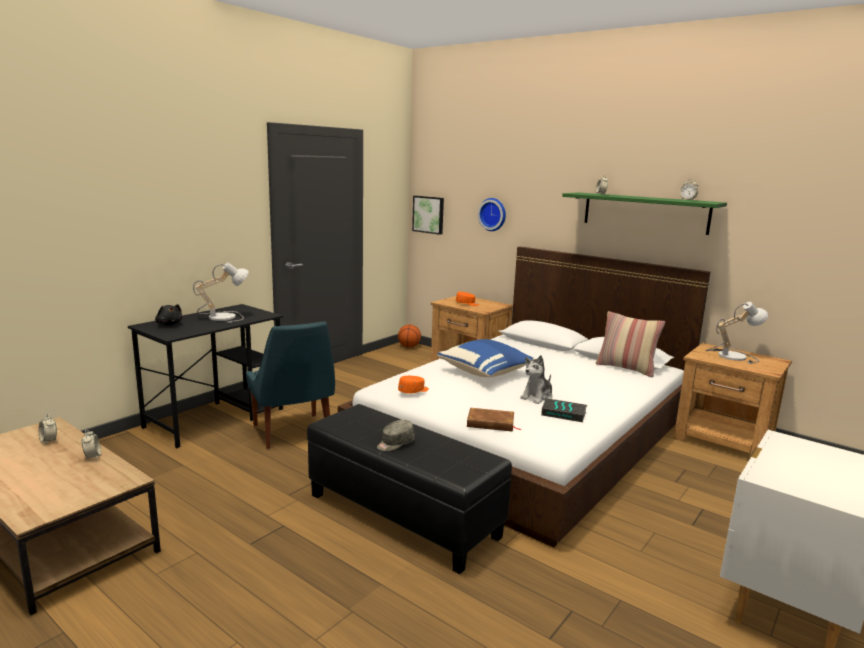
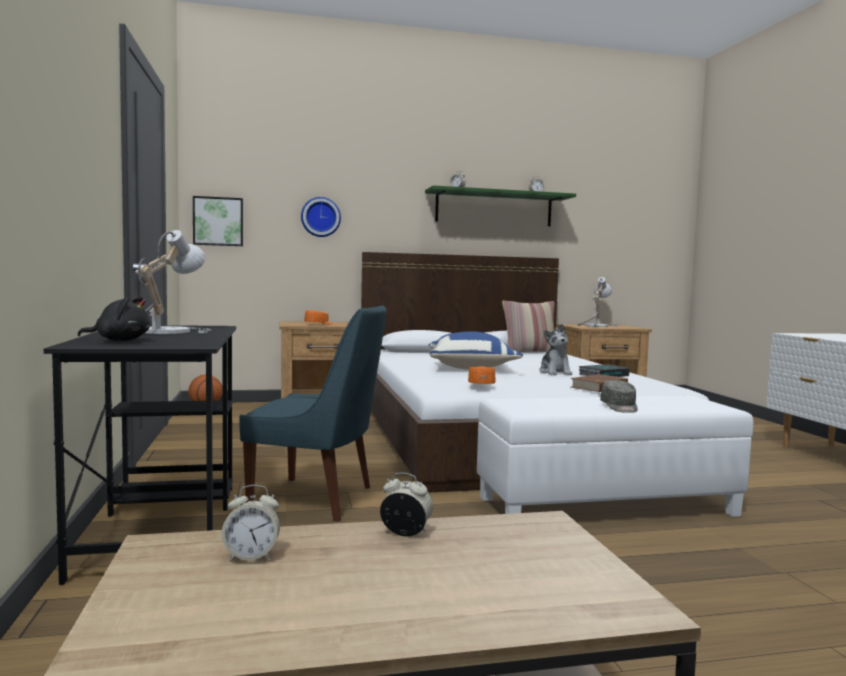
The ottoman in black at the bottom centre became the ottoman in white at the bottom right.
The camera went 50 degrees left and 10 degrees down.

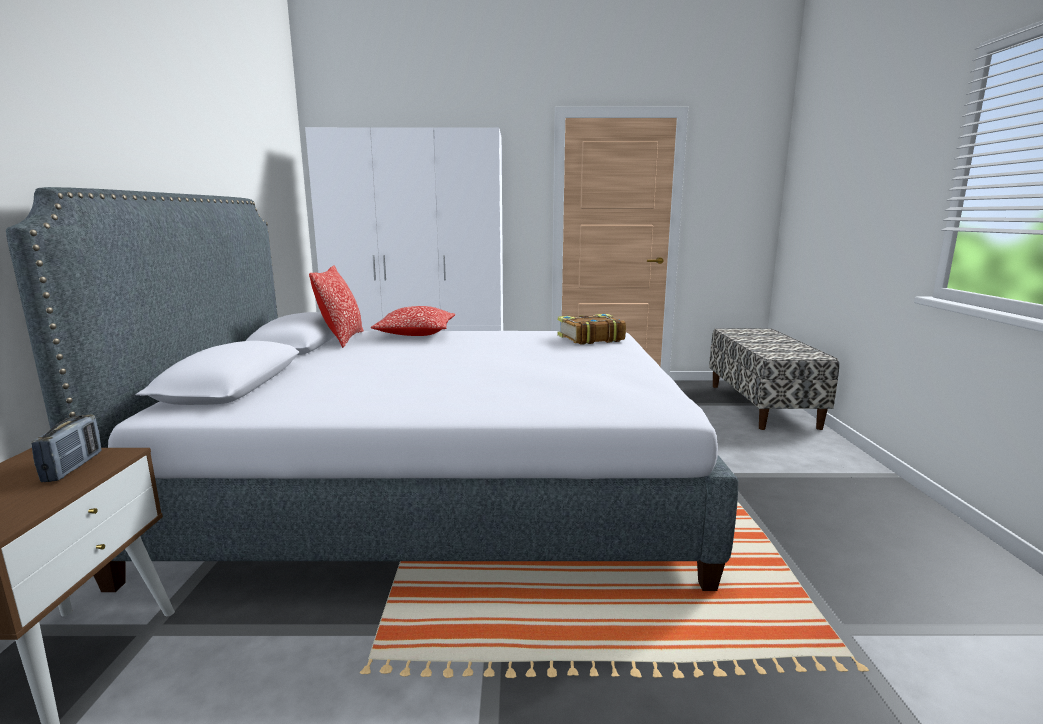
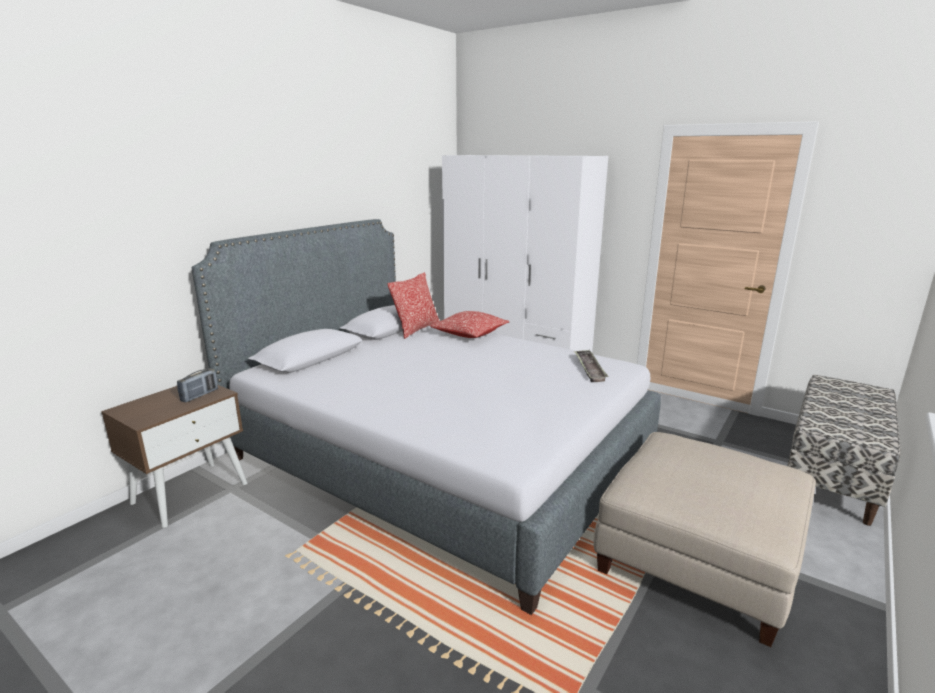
The book at the centre was replaced by the tray at the centre.
The ottoman in beige at the bottom right appeared.
The camera went 35 degrees right and 5 degrees up.

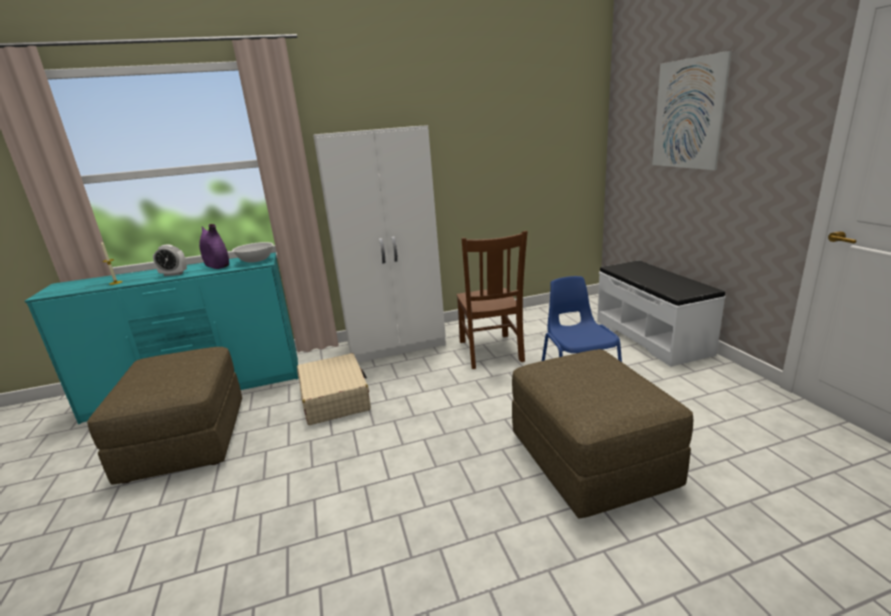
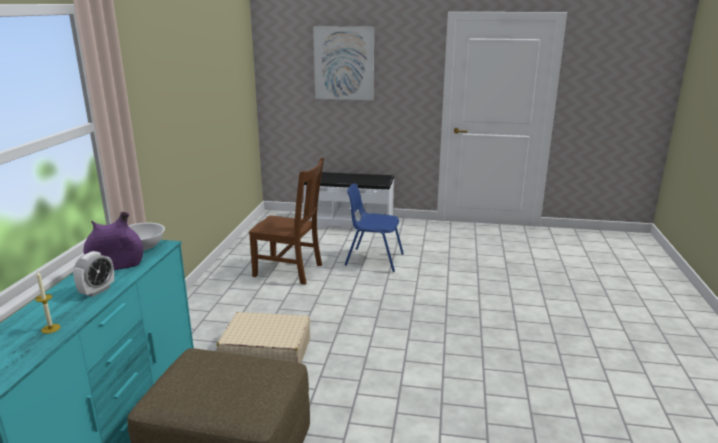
The wardrobe in white at the centre disappeared.
The ottoman in brown (no. 2 from left) at the bottom right disappeared.
The camera went 65 degrees left and 0 degrees up.

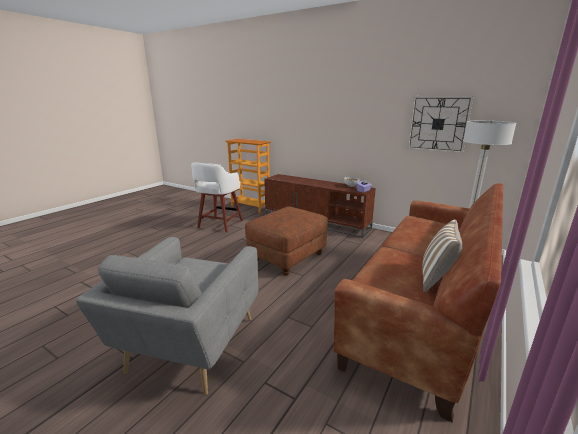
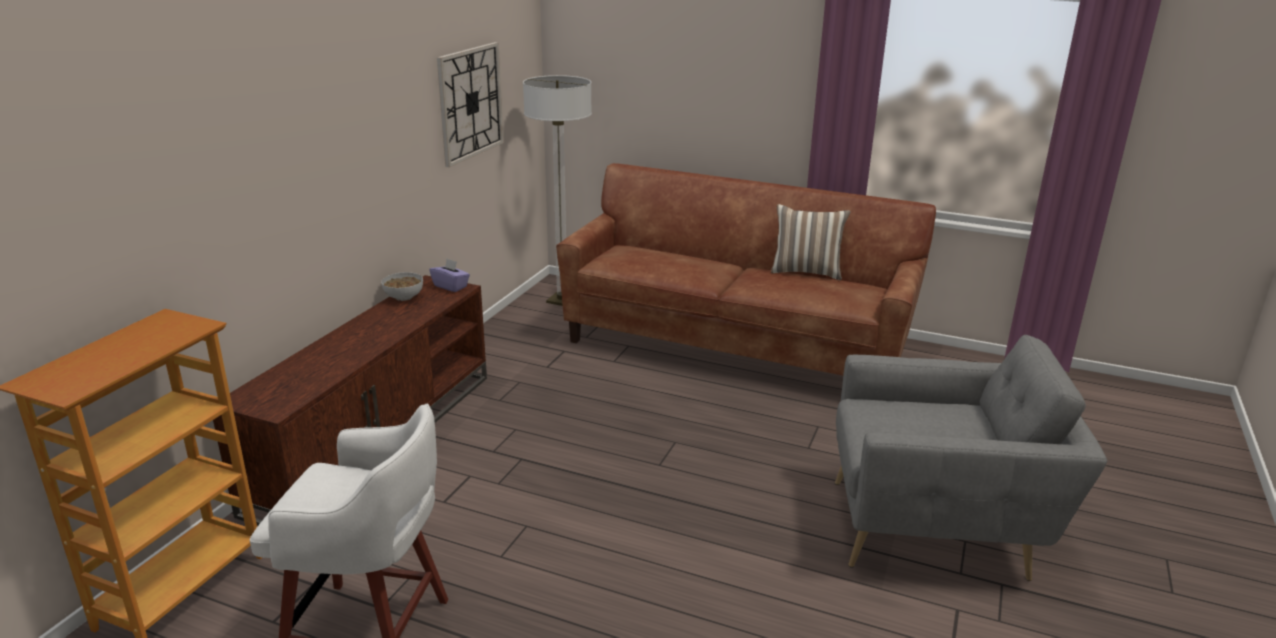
The ottoman in brown at the centre disappeared.
The camera went 100 degrees left and 5 degrees up.

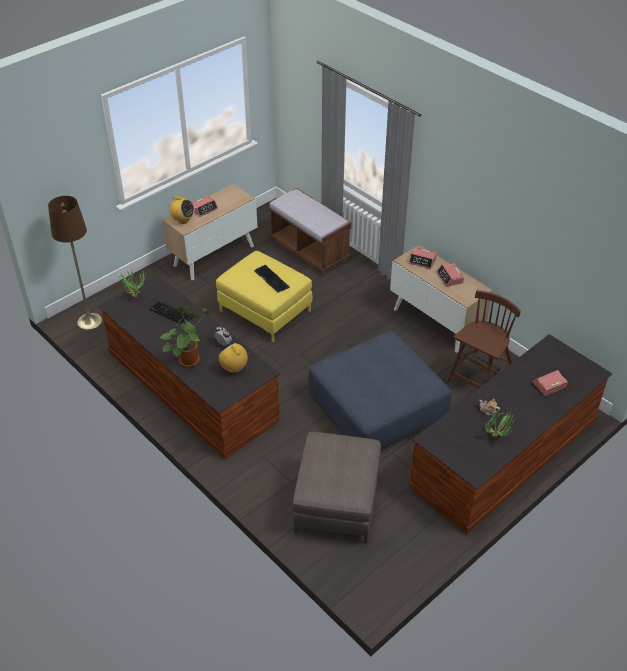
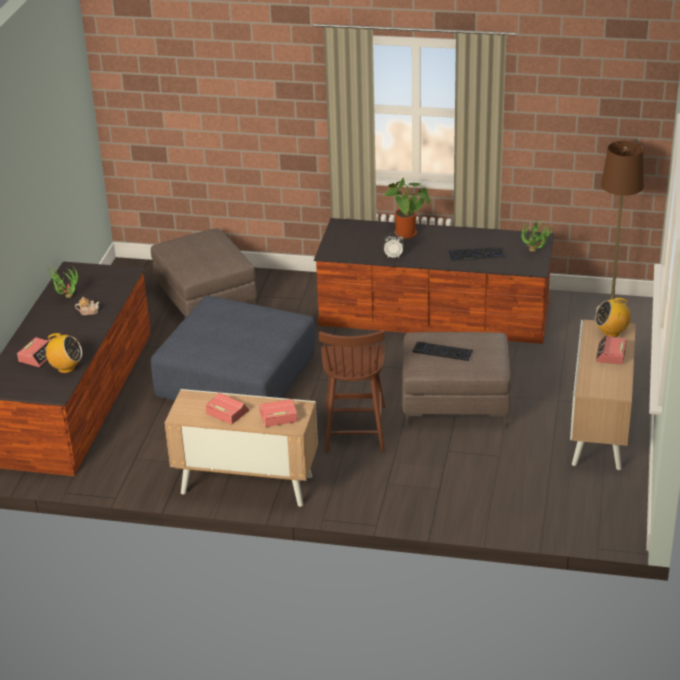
The bench in brown at the centre disappeared.
The ottoman in yellow at the centre became the ottoman in brown (no. 2 from left) at the middle right.
The chair in brown moved from the middle right to the centre.
The radio (no. 2 from left in the first image) moved from the centre to the middle left.
The camera went 145 degrees right and 10 degrees down.

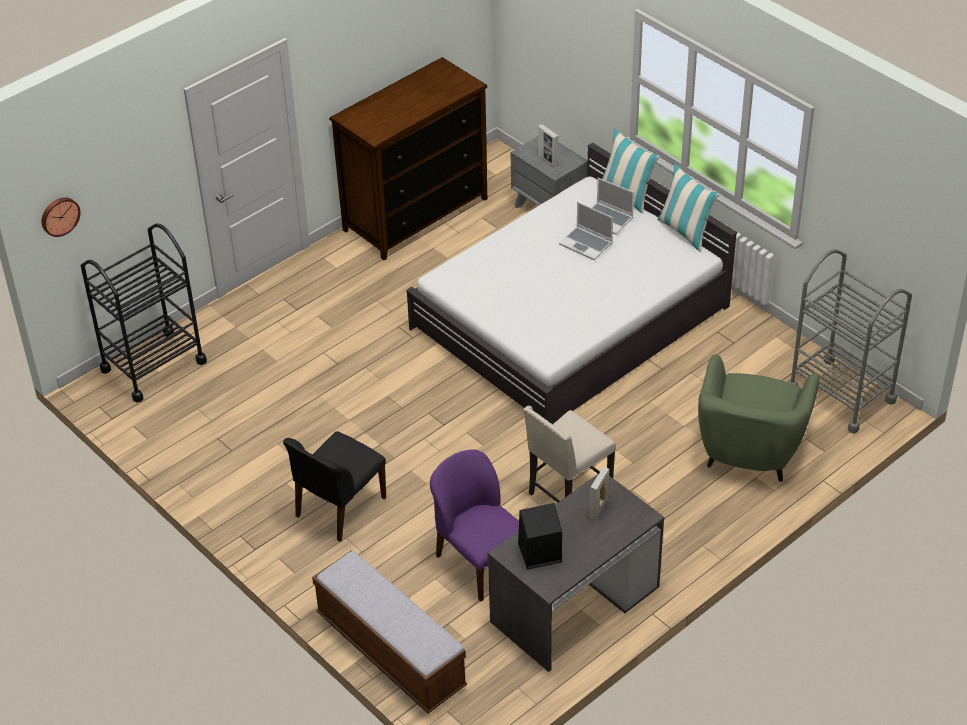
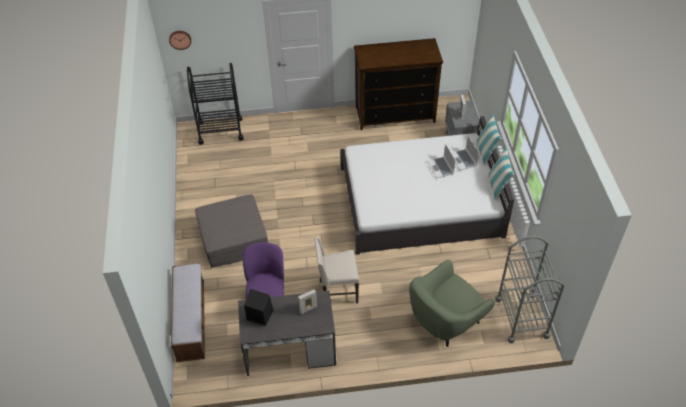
The chair in black at the bottom centre was replaced by the ottoman in grey at the centre.
The camera went 35 degrees right and 5 degrees up.

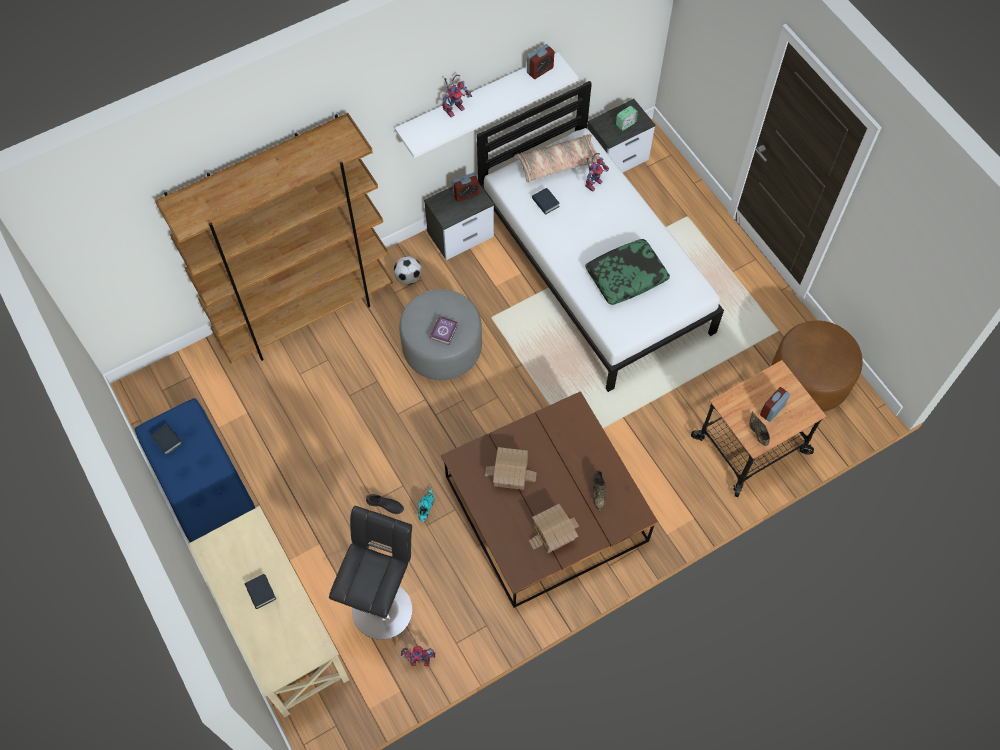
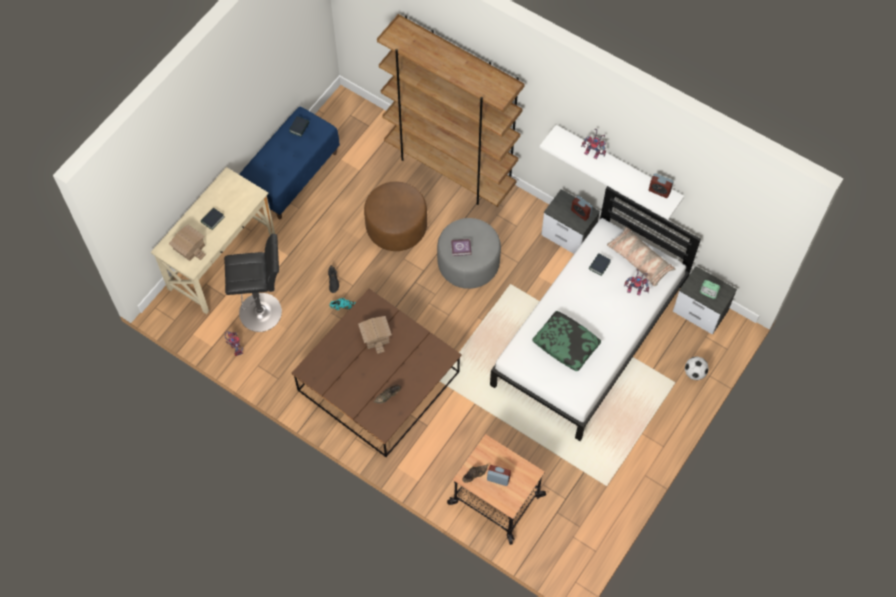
The football moved from the centre to the middle right.
The ottoman in brown moved from the middle right to the centre.
The toy house (no. 2 from left in the first image) moved from the bottom centre to the middle left.
The camera went 65 degrees right and 0 degrees up.

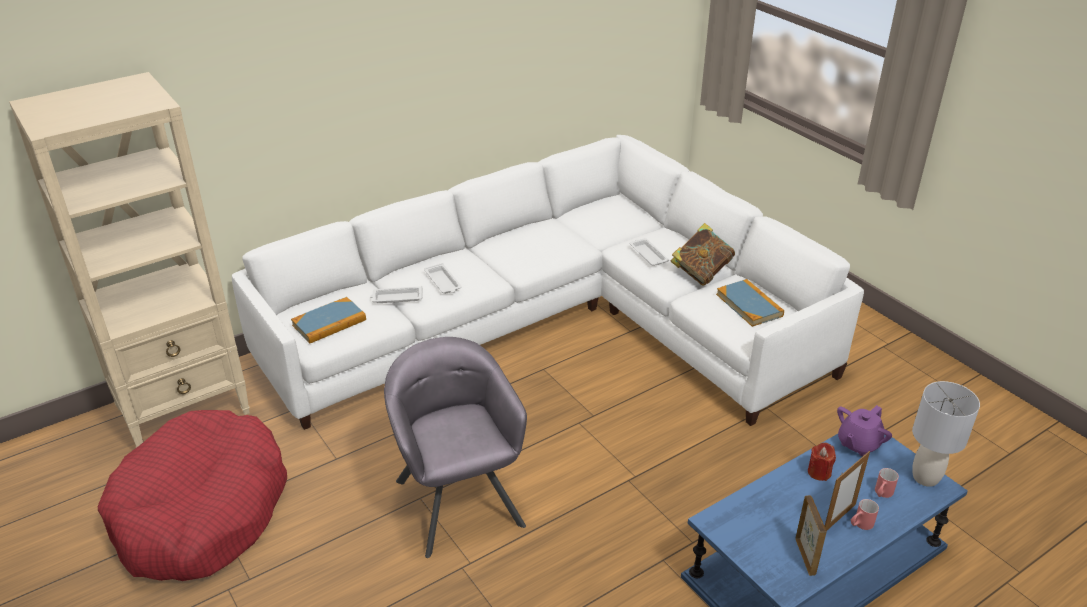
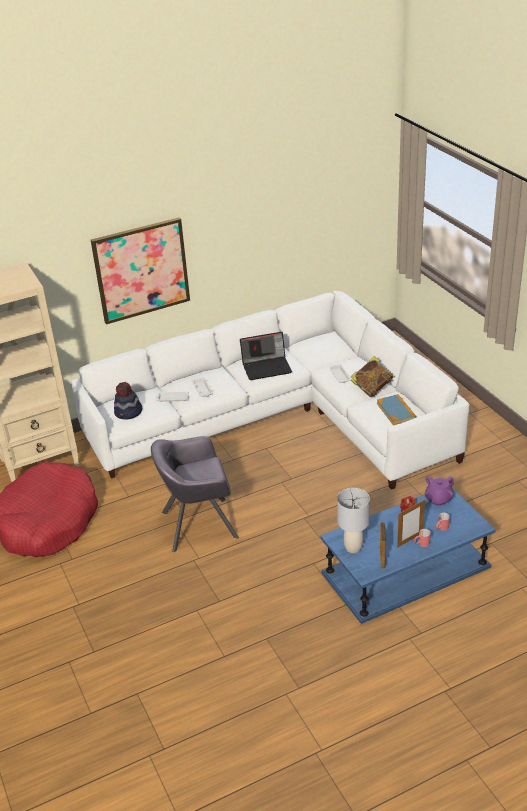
The book (no. 1 from left) at the middle left was replaced by the hat at the middle left.
The armchair in grey at the bottom centre turned 90 degrees counterclockwise.
The table lamp in grey moved from the bottom right to the middle right.
The picture at the middle left appeared.
The laptop at the centre appeared.
The camera went 10 degrees right and 0 degrees up.

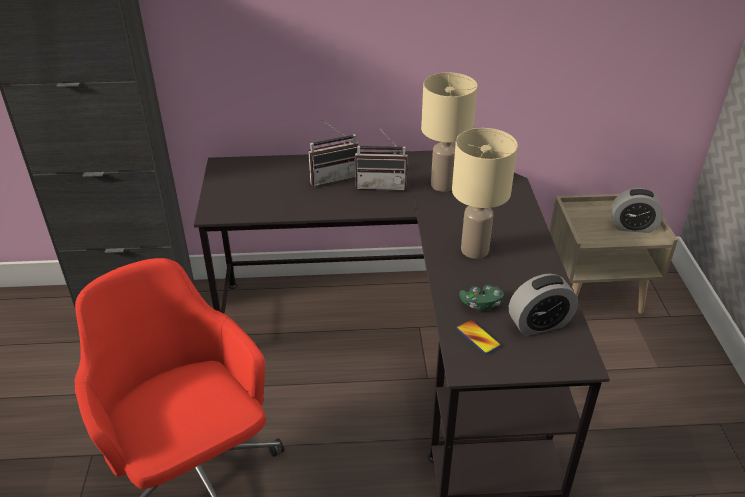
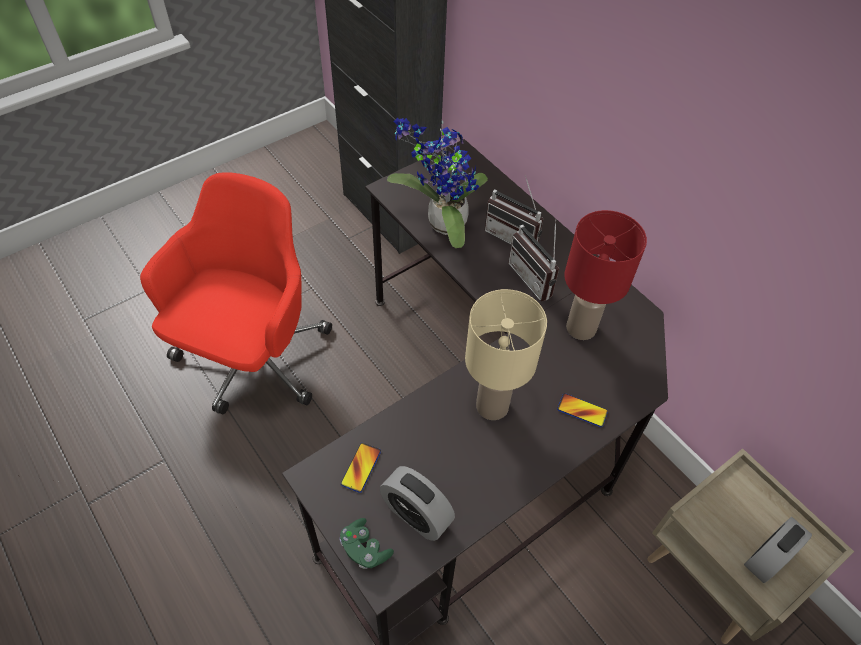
The table lamp in beige (no. 1 from left) at the top centre became the table lamp in red at the middle right.
The alarm clock (no. 2 from left) at the middle right turned 75 degrees clockwise.
The game controller in green moved from the centre to the bottom centre.
The potted plant at the top centre appeared.
The phone (no. 2 from left) at the middle right appeared.
The camera went 55 degrees right and 15 degrees up.

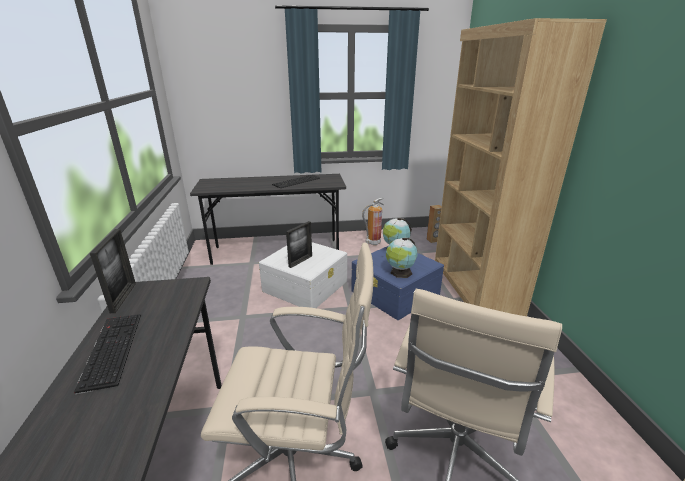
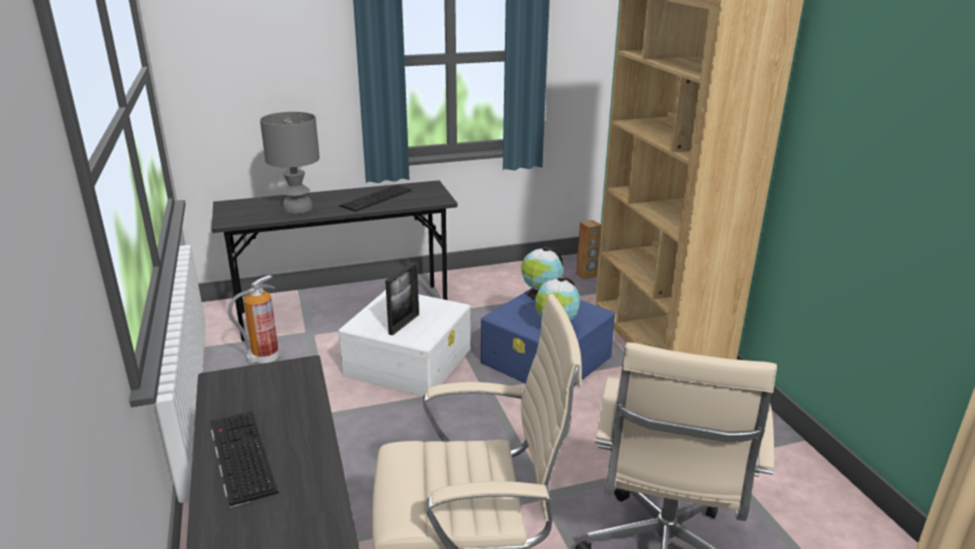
The fire extinguisher moved from the centre to the middle left.
The picture frame (no. 1 from left) at the middle left disappeared.
The table lamp in grey at the top left appeared.
The camera went 10 degrees left and 0 degrees up.

